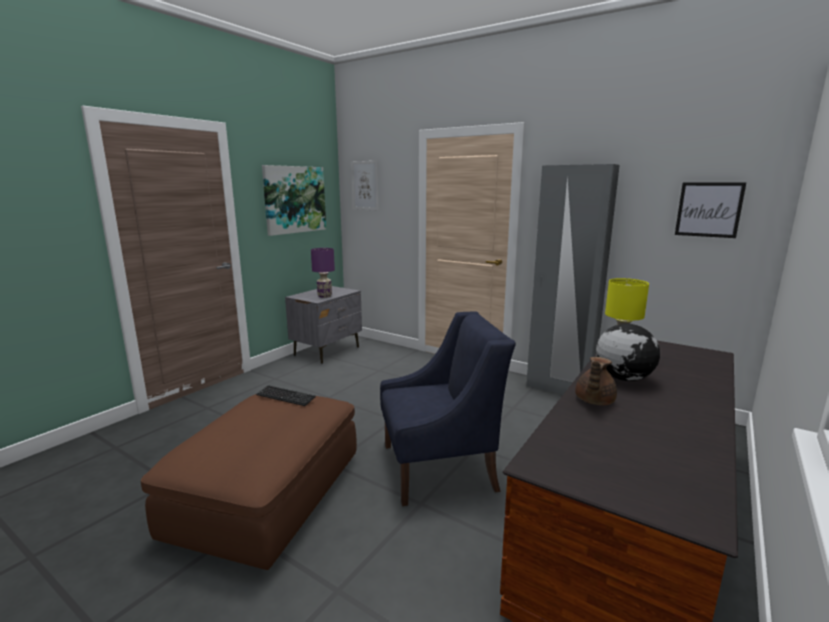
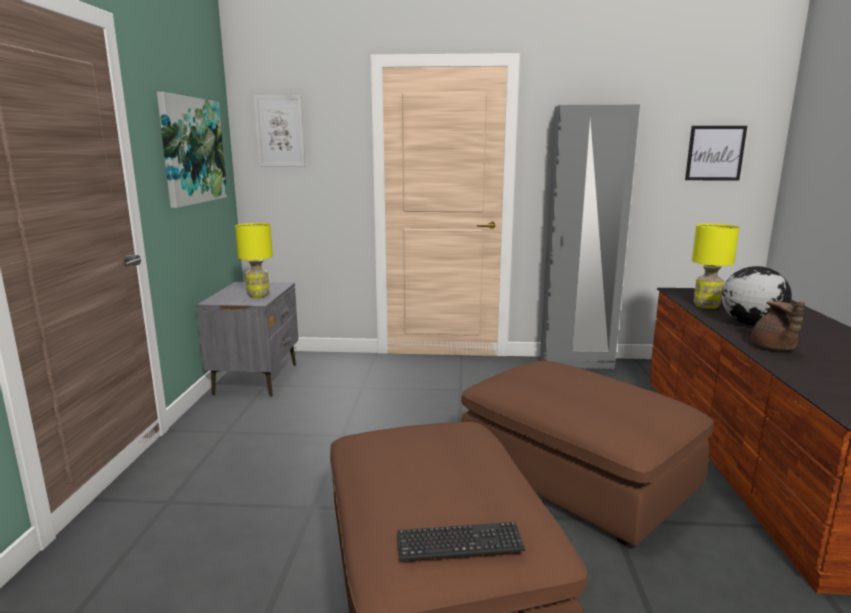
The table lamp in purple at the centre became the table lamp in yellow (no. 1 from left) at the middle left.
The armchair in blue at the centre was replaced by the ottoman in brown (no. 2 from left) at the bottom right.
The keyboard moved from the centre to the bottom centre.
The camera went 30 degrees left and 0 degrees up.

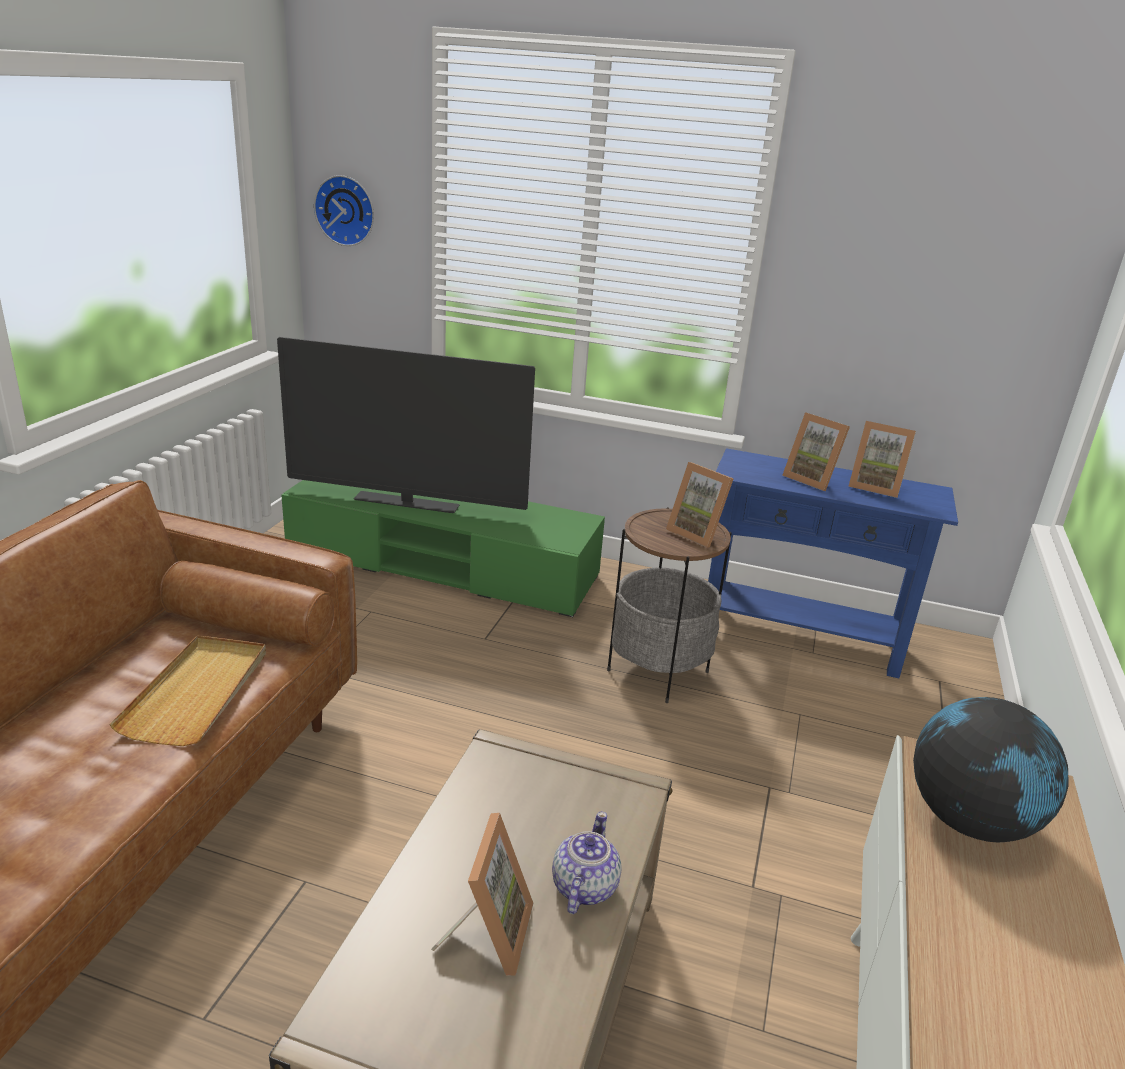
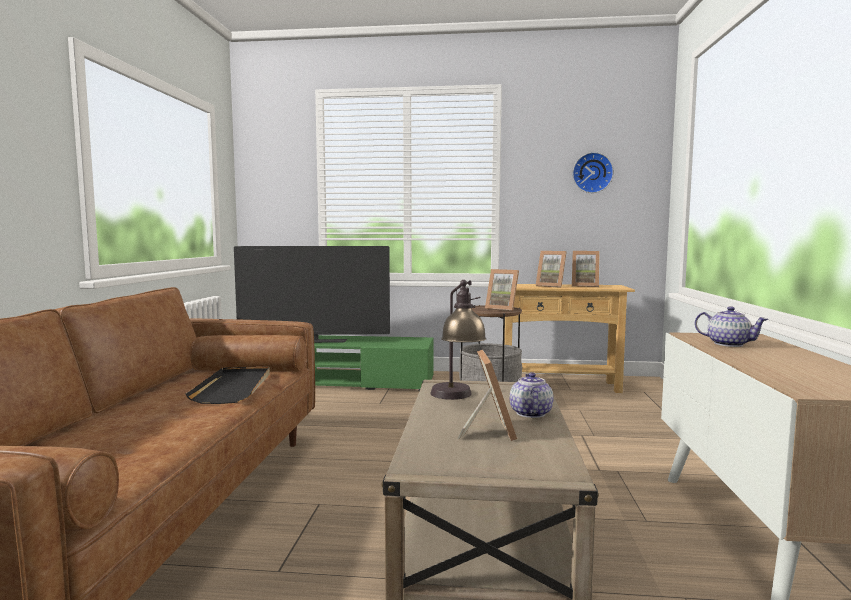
The wall clock moved from the top left to the top right.
The console table in blue at the middle right became the console table in beige at the middle right.
The tray in beige at the middle left became the tray in black at the middle left.
The globe at the bottom right was replaced by the teapot (no. 2 from left) at the middle right.
The table lamp at the centre appeared.
The camera went 10 degrees left and 20 degrees down.

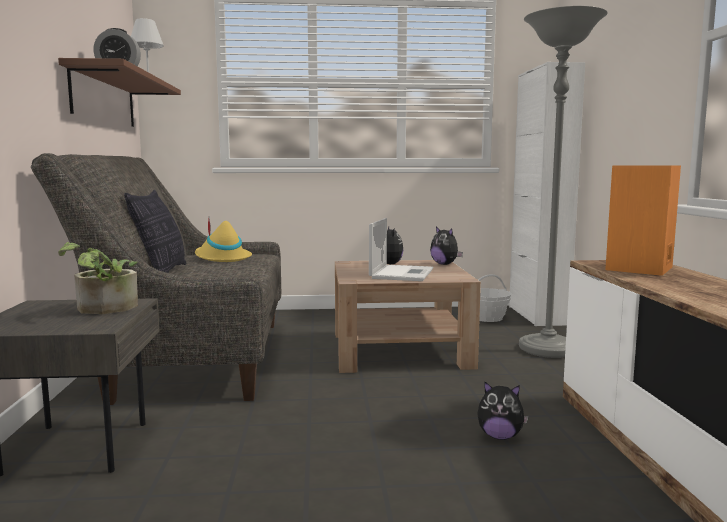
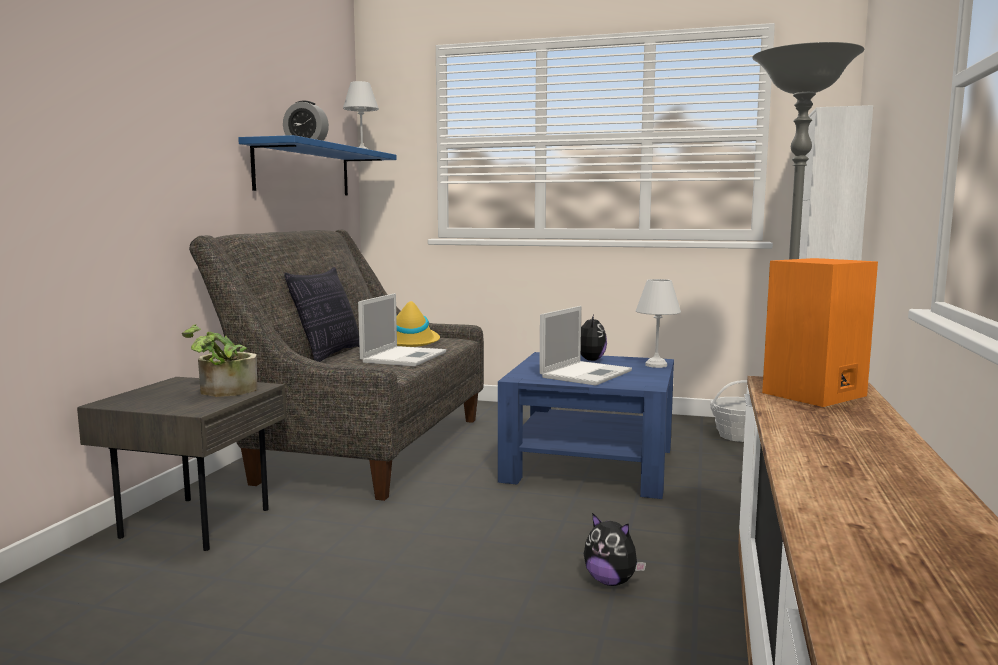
The shelf in brown at the top left became the shelf in blue at the top left.
The plush toy (no. 2 from left) at the centre was replaced by the table lamp in white (no. 2 from left) at the centre.
The coffee table in brown at the centre became the coffee table in blue at the centre.
The laptop (no. 1 from left) at the centre appeared.
The camera went 20 degrees right and 0 degrees up.

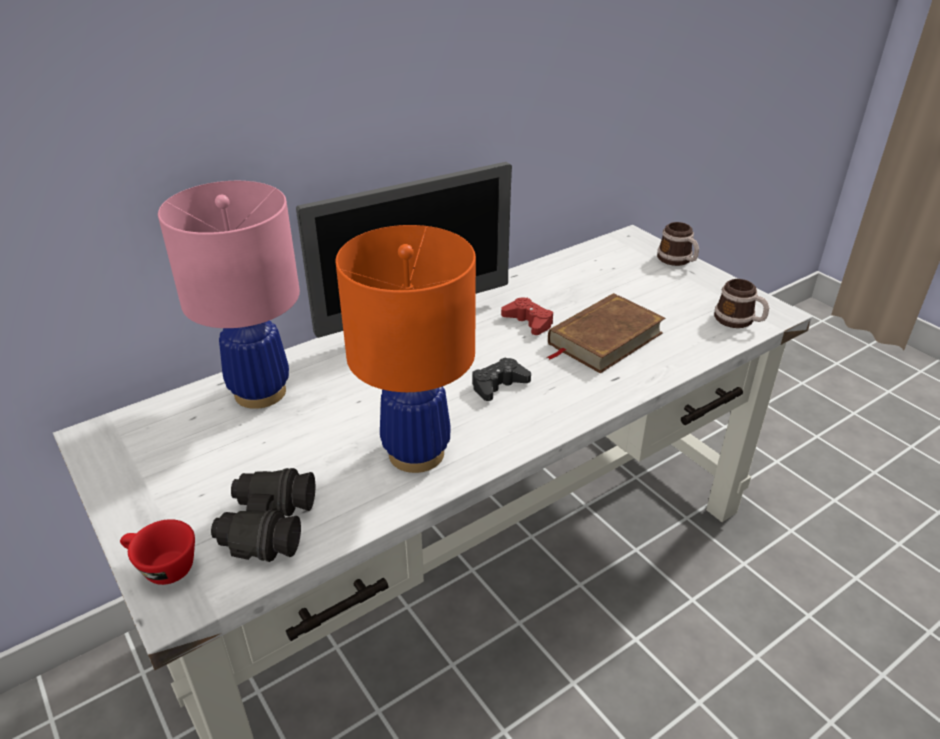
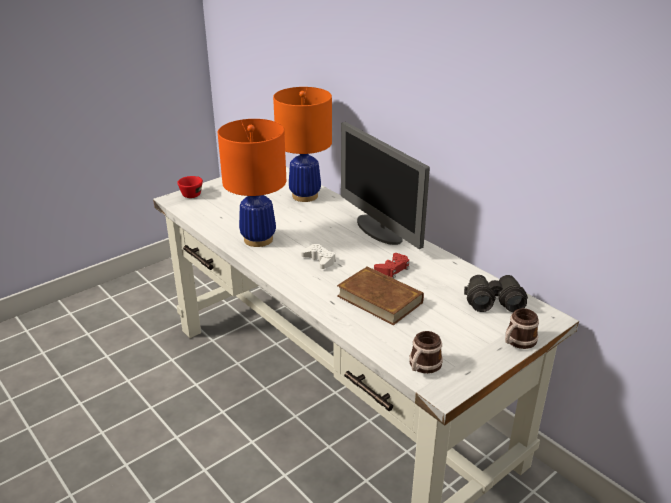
The table lamp in pink at the middle left became the table lamp in orange (no. 2 from left) at the top centre.
The game controller in black at the centre became the game controller in white at the centre.
The binoculars in black moved from the bottom left to the middle right.
The camera went 85 degrees right and 5 degrees down.

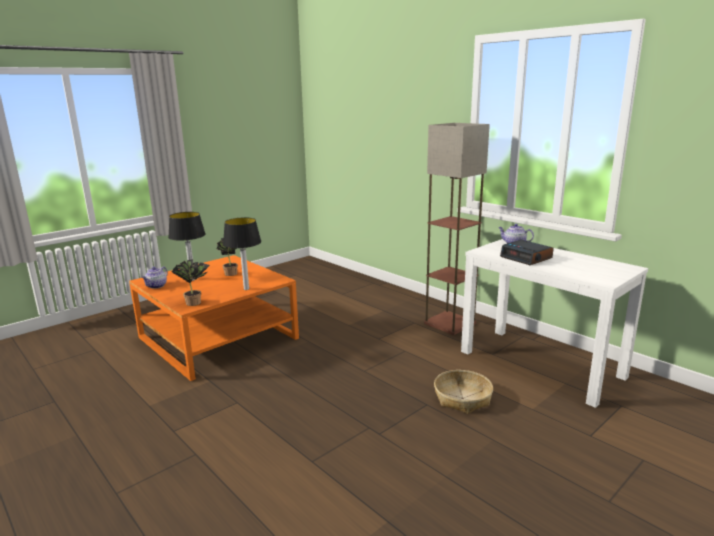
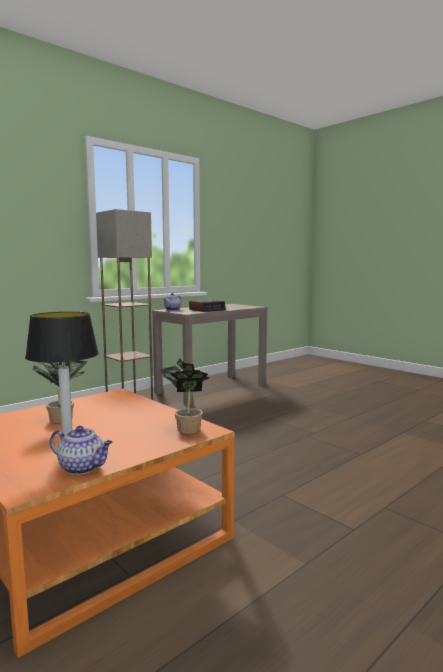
The table lamp (no. 2 from left) at the centre disappeared.
The console table in white at the middle right became the console table in brown at the centre.
The basket at the bottom centre disappeared.
The camera went 90 degrees left and 10 degrees down.

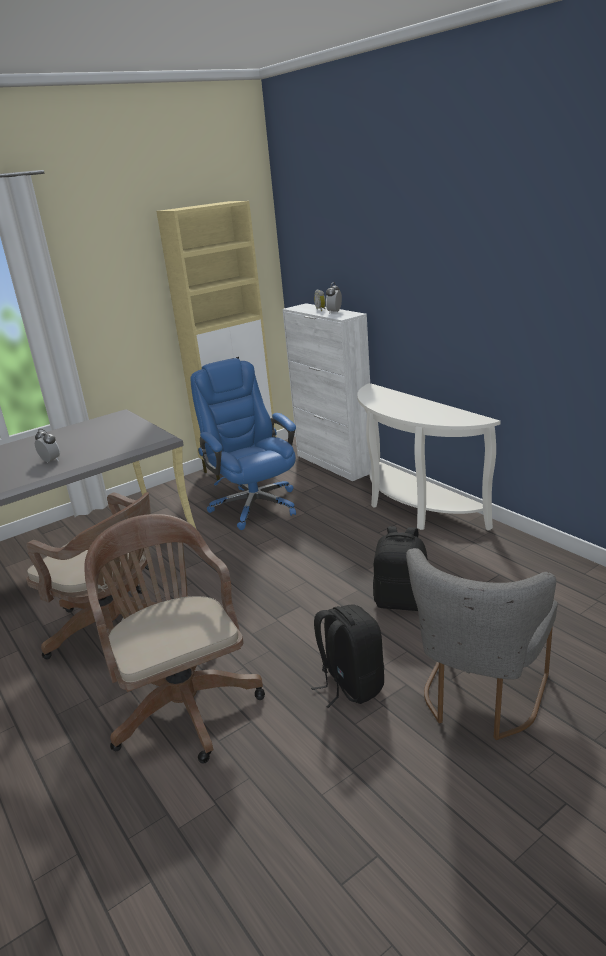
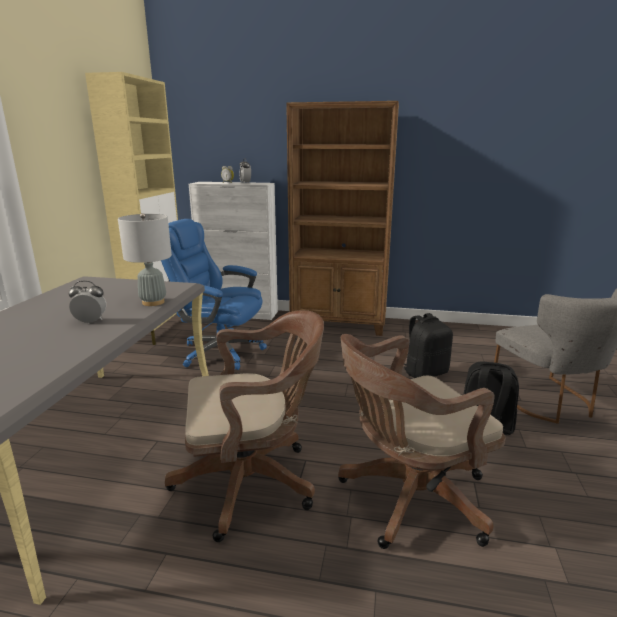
The console table in white at the middle right was replaced by the bookcase in brown at the centre.
The office chair in brown (no. 2 from left) at the bottom left turned 45 degrees counterclockwise.
The table lamp in grey at the middle left appeared.
The camera went 45 degrees left and 5 degrees down.

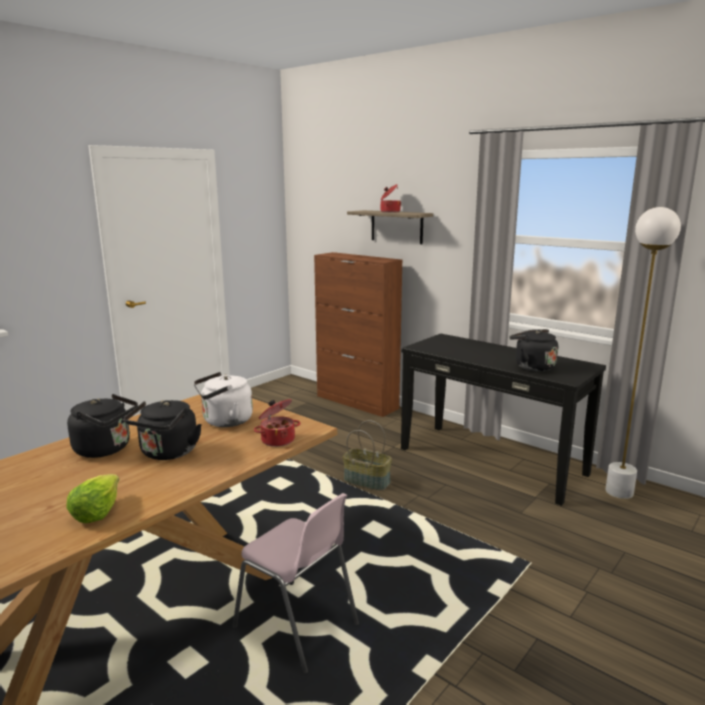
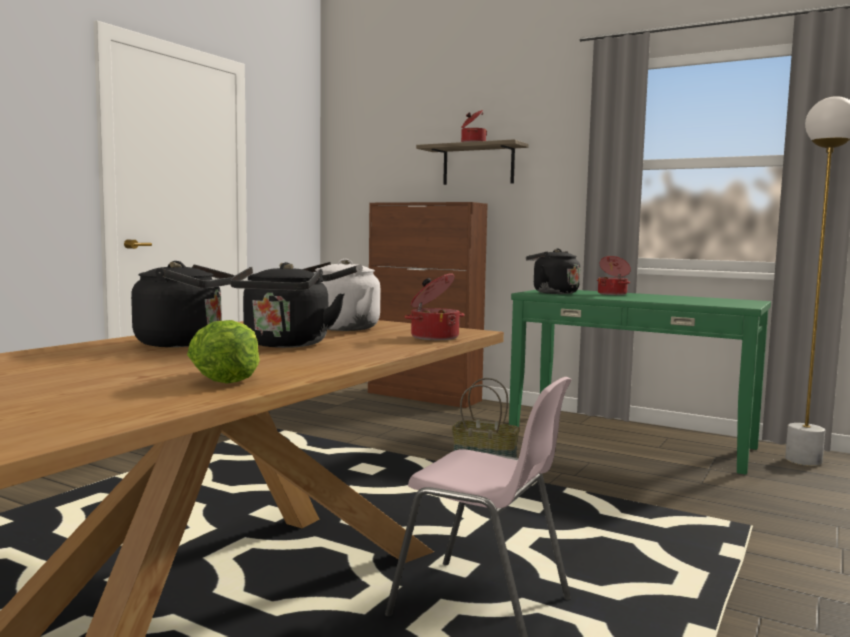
The kettle in black (no. 3 from left) moved from the middle right to the centre.
The console table in black at the middle right became the console table in green at the middle right.
The cooking pot (no. 3 from left) at the middle right appeared.
The camera went 10 degrees left and 10 degrees down.

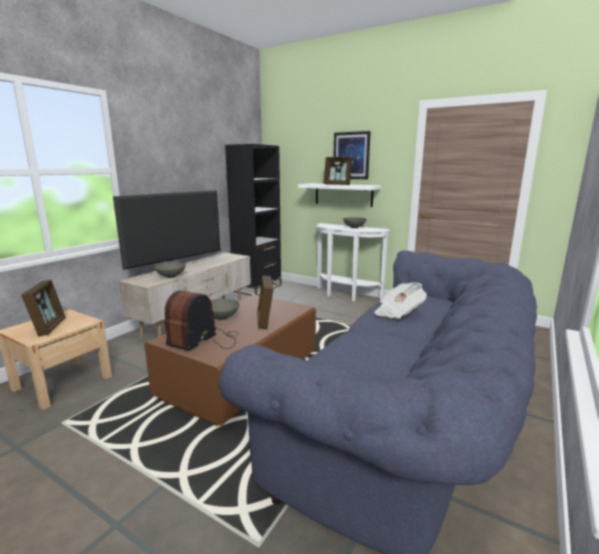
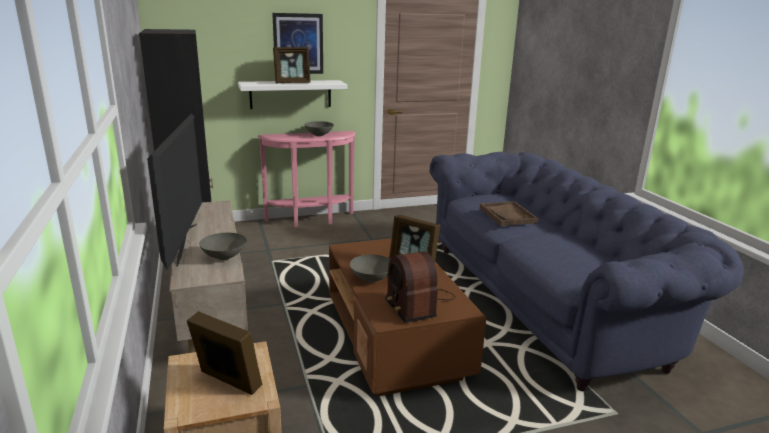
The console table in white at the centre became the console table in pink at the centre.
The newspaper at the middle right was replaced by the tray in brown at the centre.
The camera went 50 degrees left and 5 degrees up.

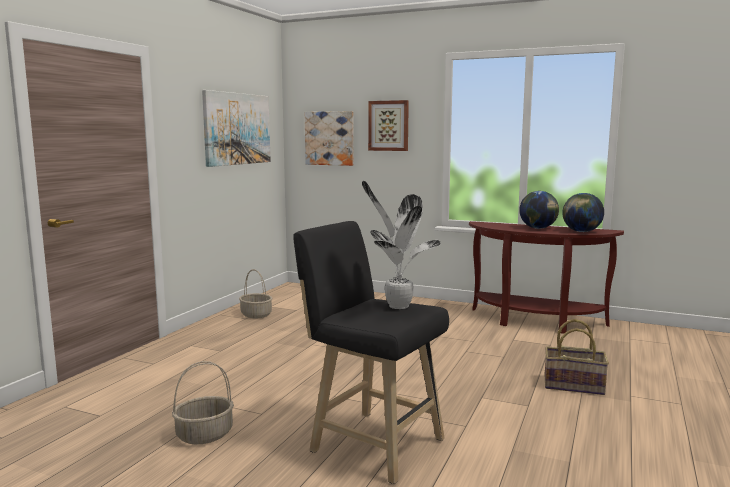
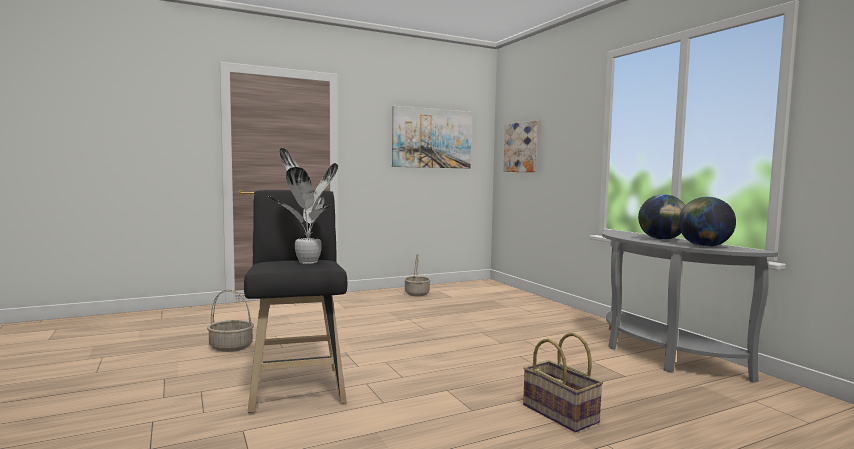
The picture (no. 3 from left) at the top centre disappeared.
The console table in brown at the middle right became the console table in grey at the bottom right.
The camera went 40 degrees right and 5 degrees down.

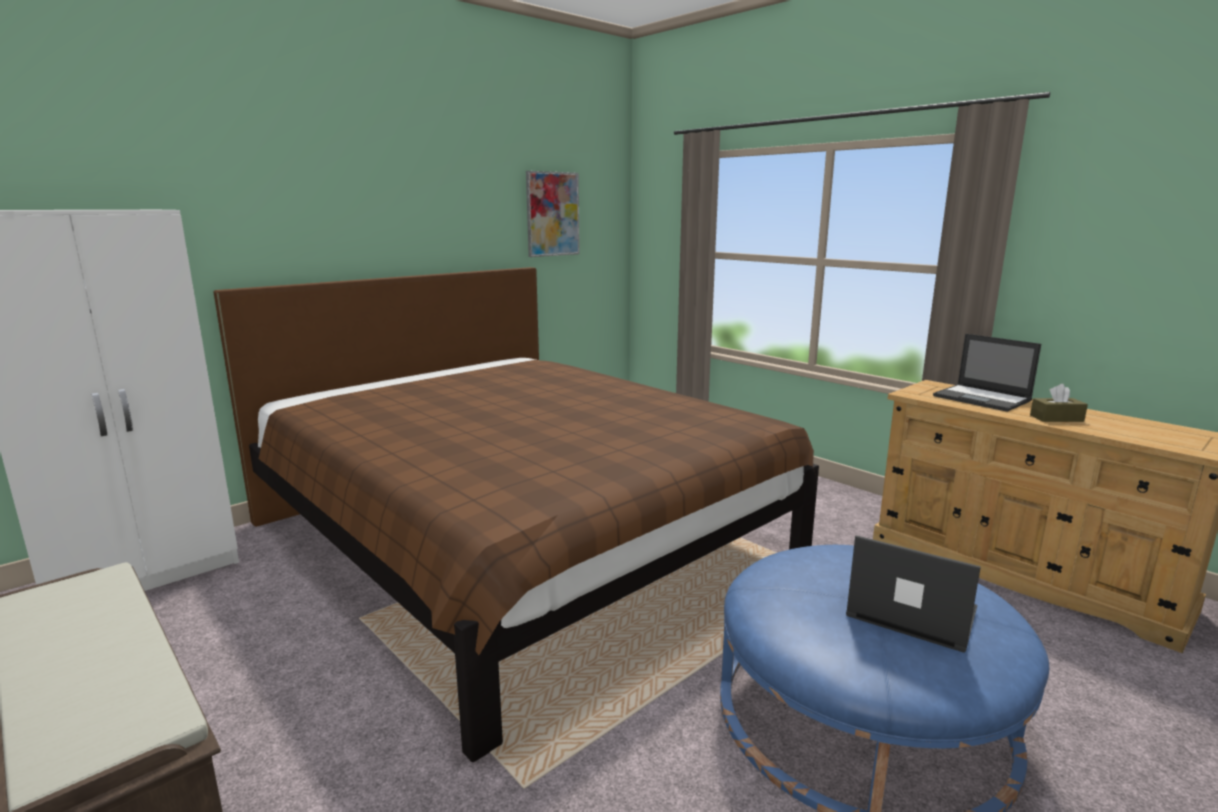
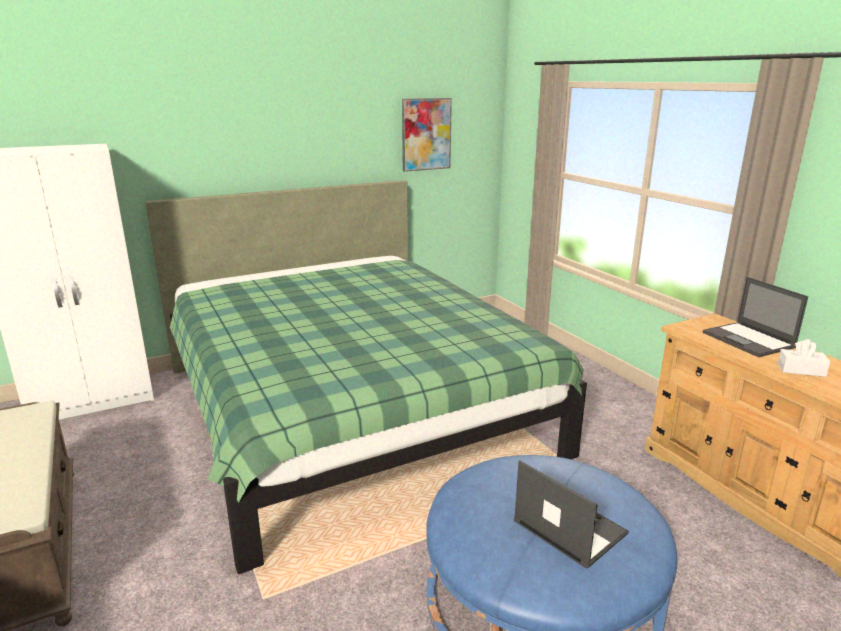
The bed in brown at the centre became the bed in green at the centre.
The tissue box in brown at the middle right became the tissue box in white at the middle right.
The camera went 15 degrees right and 5 degrees up.

